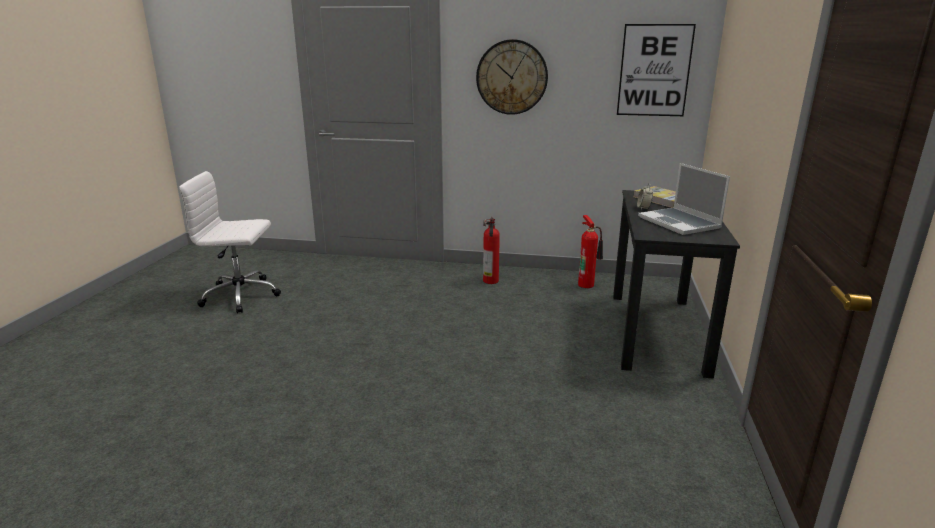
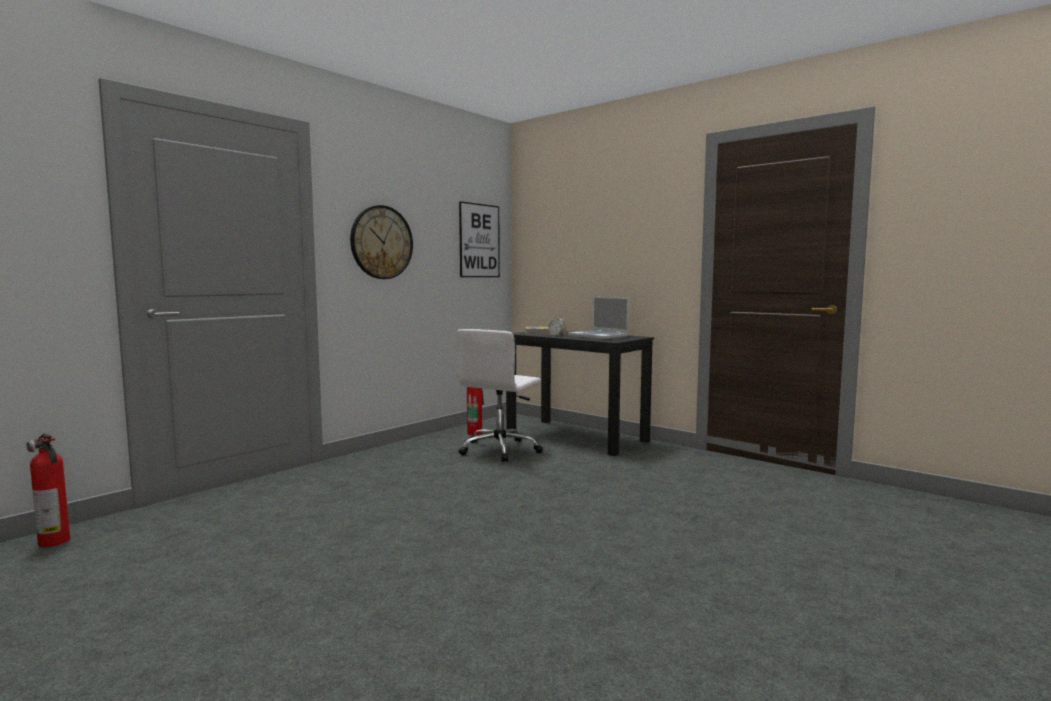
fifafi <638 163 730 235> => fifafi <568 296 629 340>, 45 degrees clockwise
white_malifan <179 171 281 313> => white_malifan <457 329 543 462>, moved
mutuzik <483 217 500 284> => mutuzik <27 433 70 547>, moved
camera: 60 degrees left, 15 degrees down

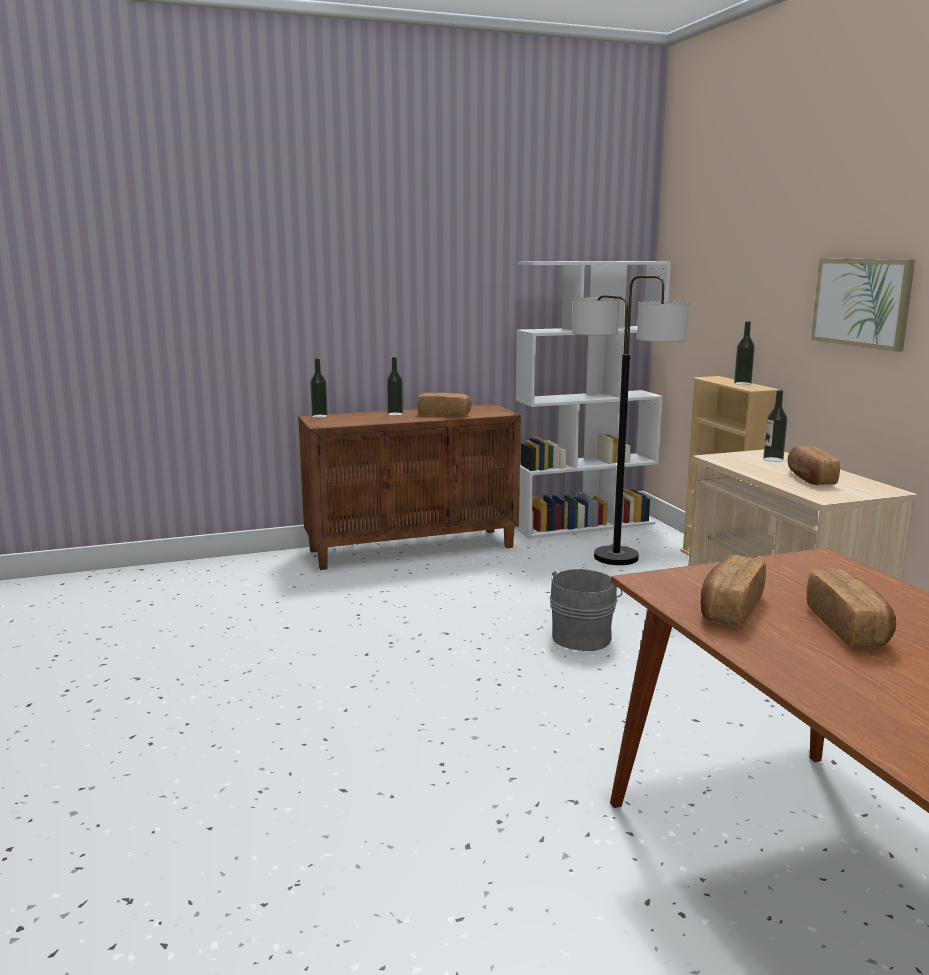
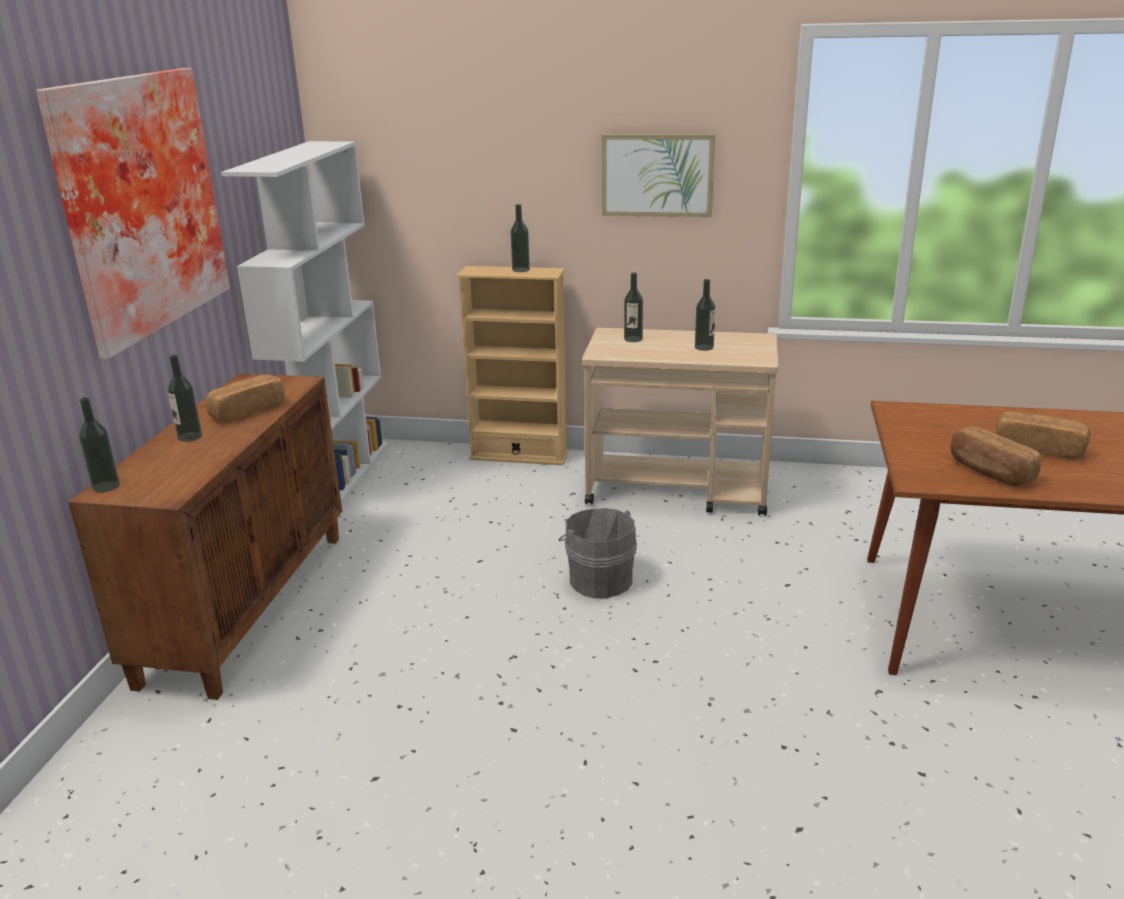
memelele <572 275 689 565> => nothing
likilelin <787 446 840 485> => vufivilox <695 279 716 351>
nothing => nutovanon <36 68 230 359>
camera: 60 degrees left, 10 degrees up

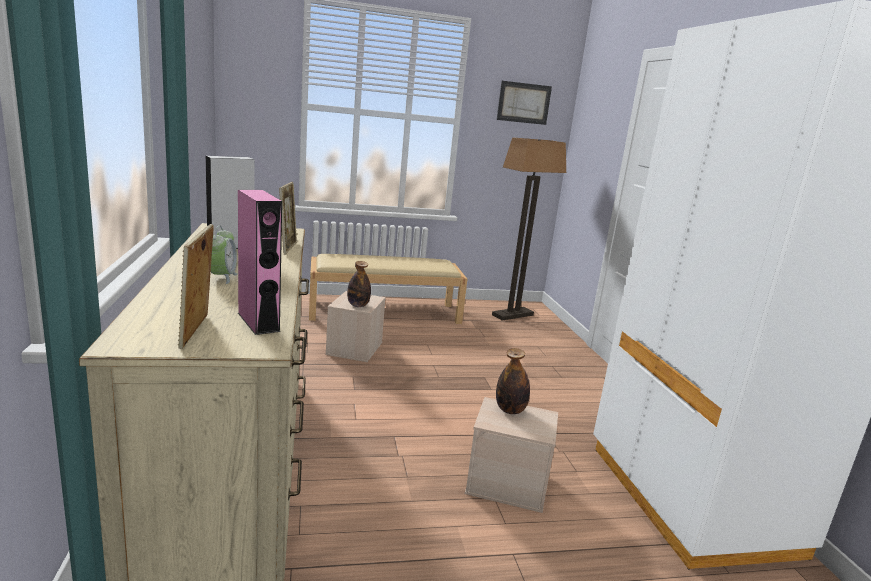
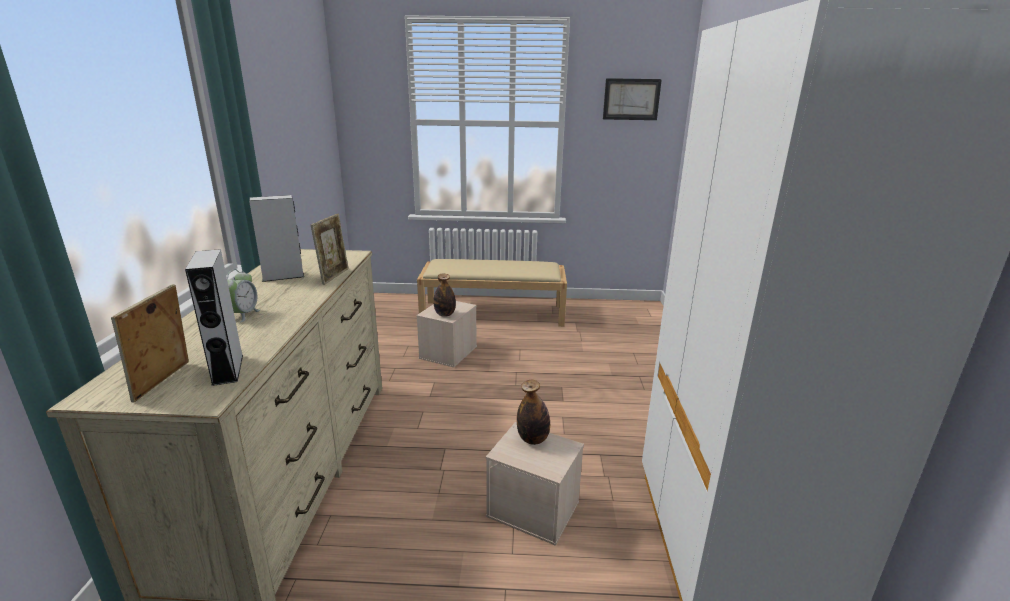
memelele <492 138 566 321> => nothing
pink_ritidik <238 190 282 335> => grey_ritidik <185 249 243 386>
camera: 15 degrees right, 5 degrees up

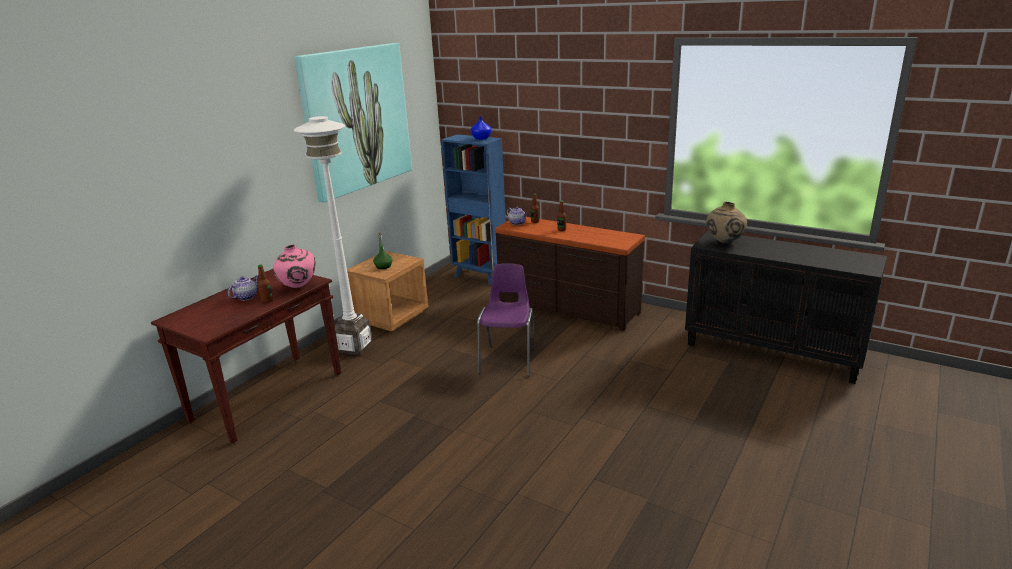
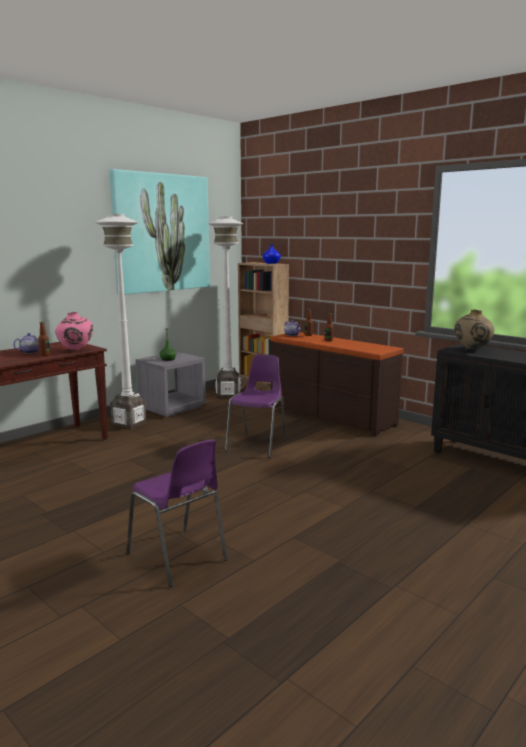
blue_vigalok <441 134 506 286> => brown_vigalok <238 262 289 391>
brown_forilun <347 251 429 332> => grey_forilun <136 352 206 417>
nothing => white_memelele <208 216 244 398>
nothing => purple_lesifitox <126 439 228 587>
camera: 10 degrees right, 10 degrees down

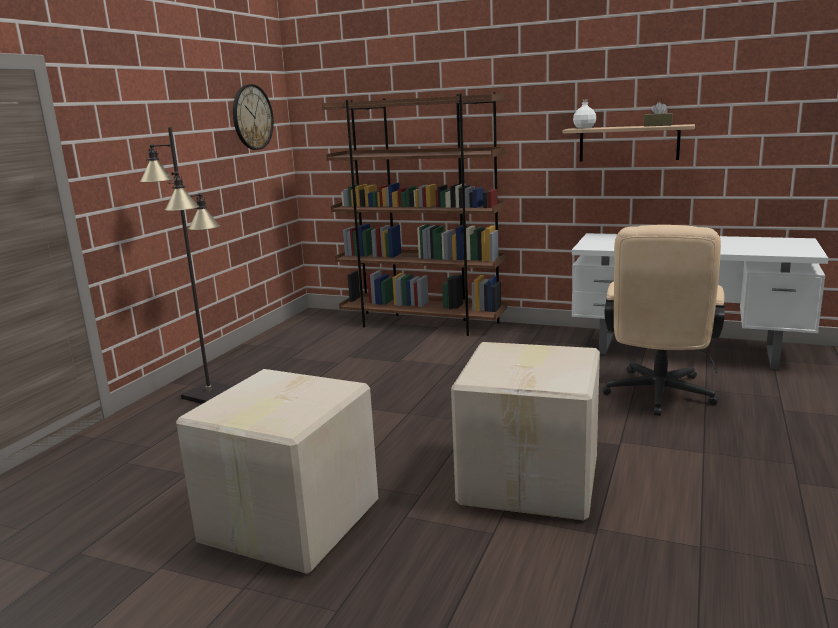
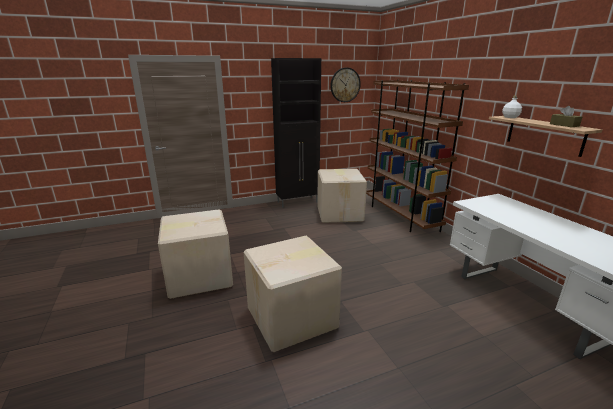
black_memelele <140 127 233 404> => nothing
beige_malifan <602 225 725 416> => nothing
nothing => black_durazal <271 58 321 208>
nothing => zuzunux <317 169 367 223>
camera: 45 degrees right, 5 degrees up

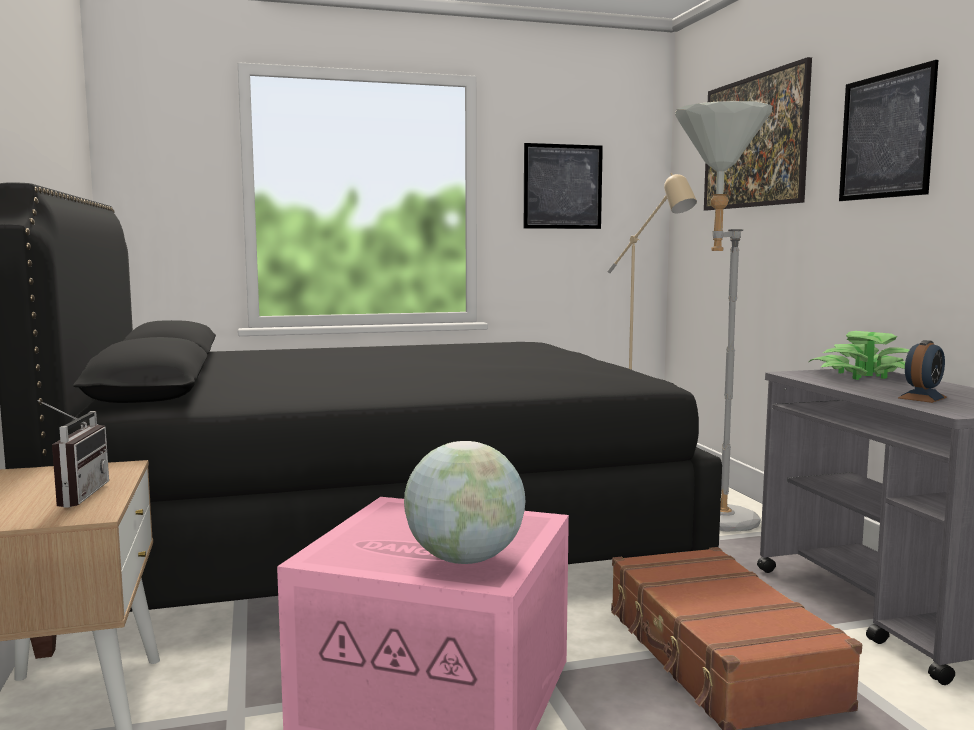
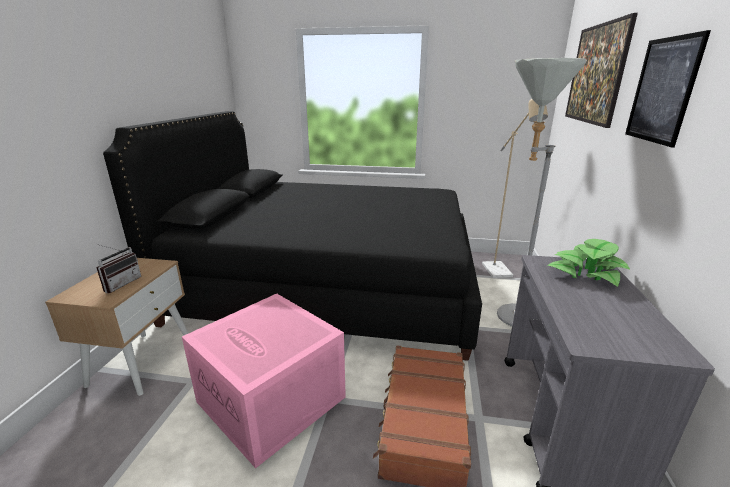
nutovanon <524 143 603 229> => nothing
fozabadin <898 340 947 403> => nothing
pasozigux <404 441 525 564> => nothing
camera: 25 degrees right, 15 degrees up

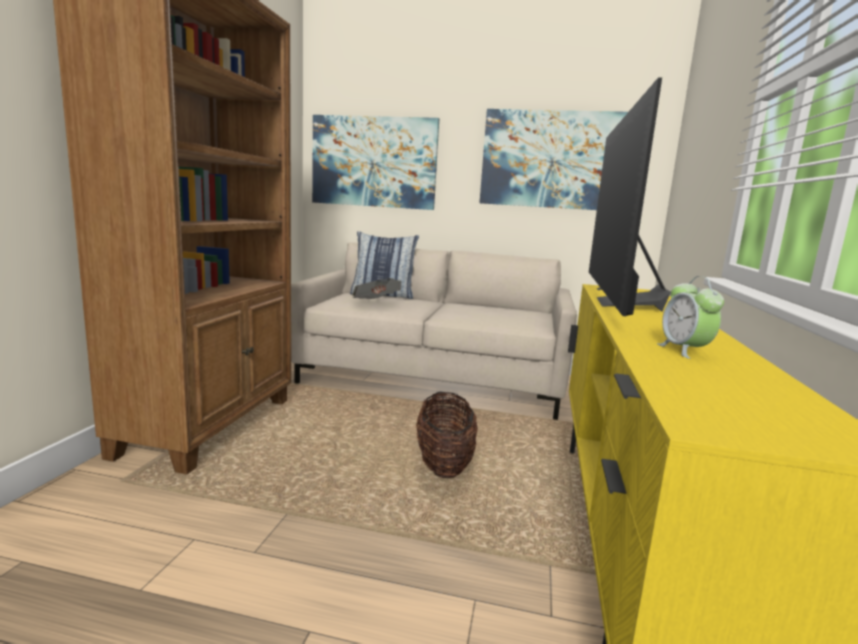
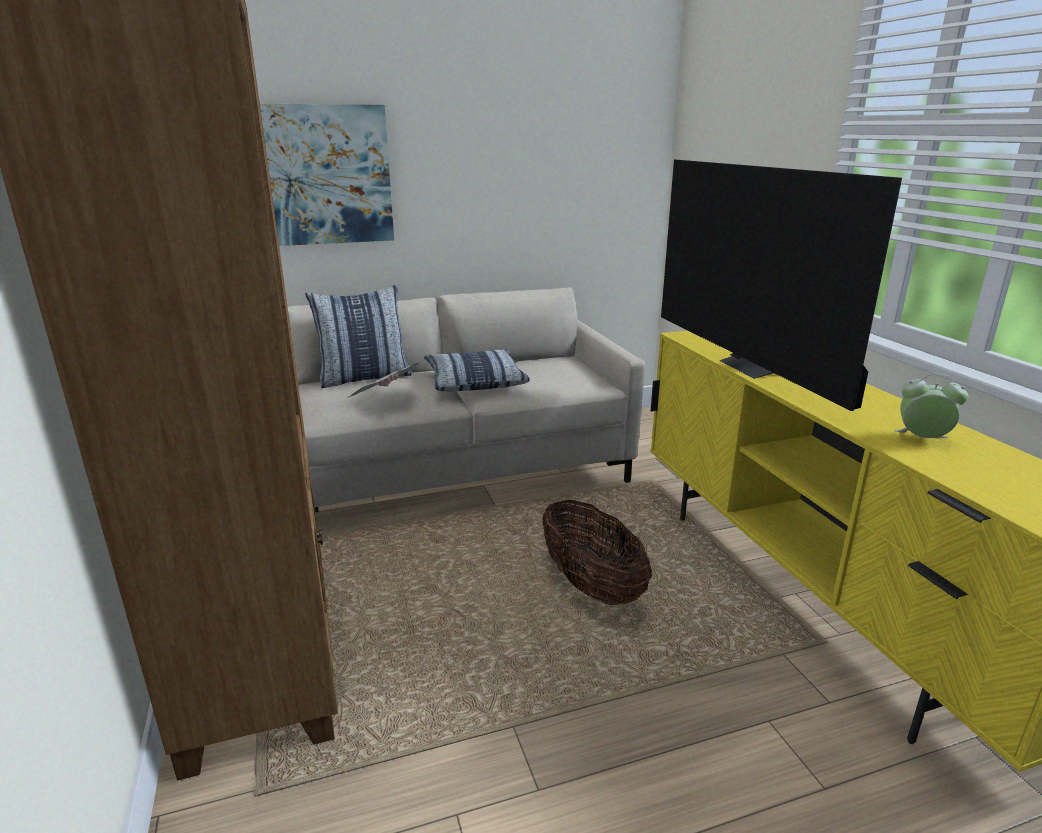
nutovanon <479 109 628 210> => nothing
fozabadin <657 276 724 359> => fozabadin <894 374 968 438>, 150 degrees clockwise
nothing => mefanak <424 349 530 391>
camera: 30 degrees left, 10 degrees up

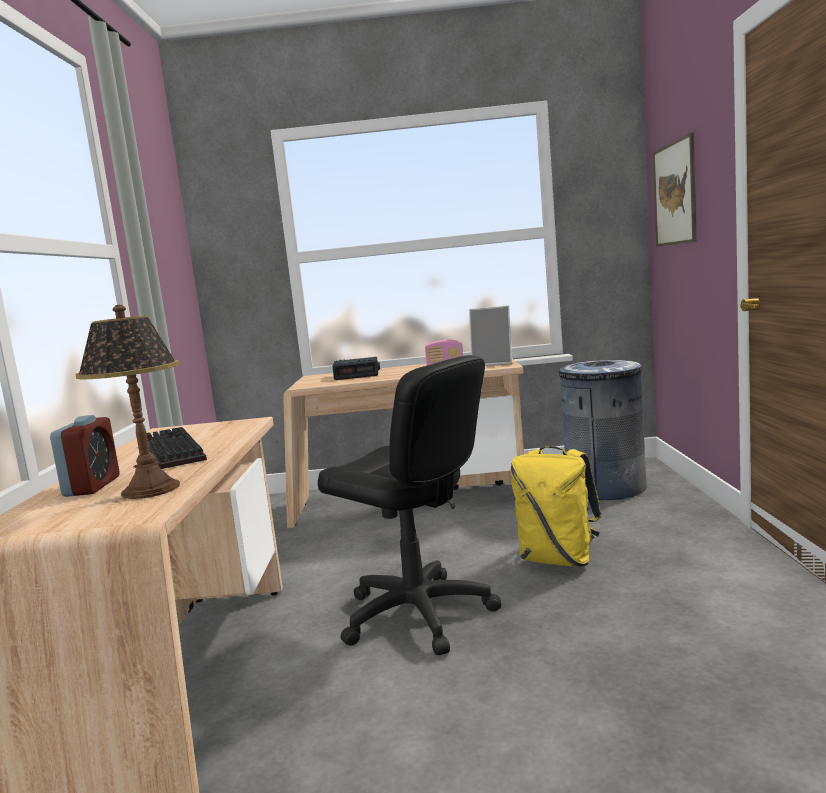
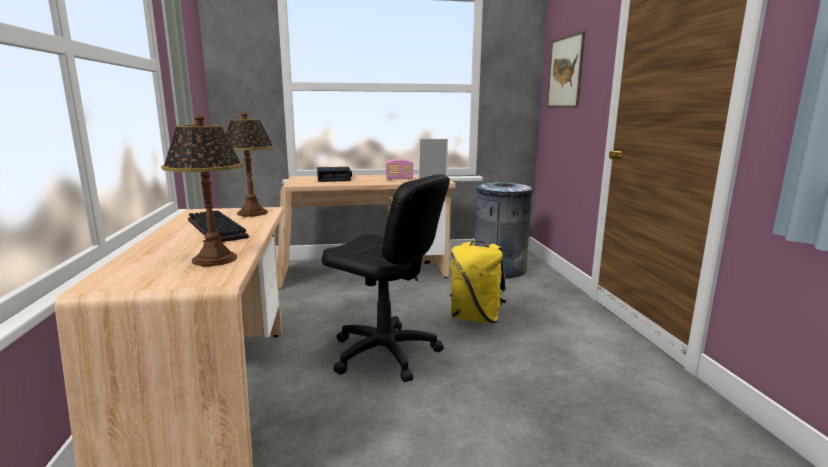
fozabadin <50 415 119 497> => nothing
nothing => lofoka <226 112 274 217>
camera: 10 degrees left, 5 degrees up

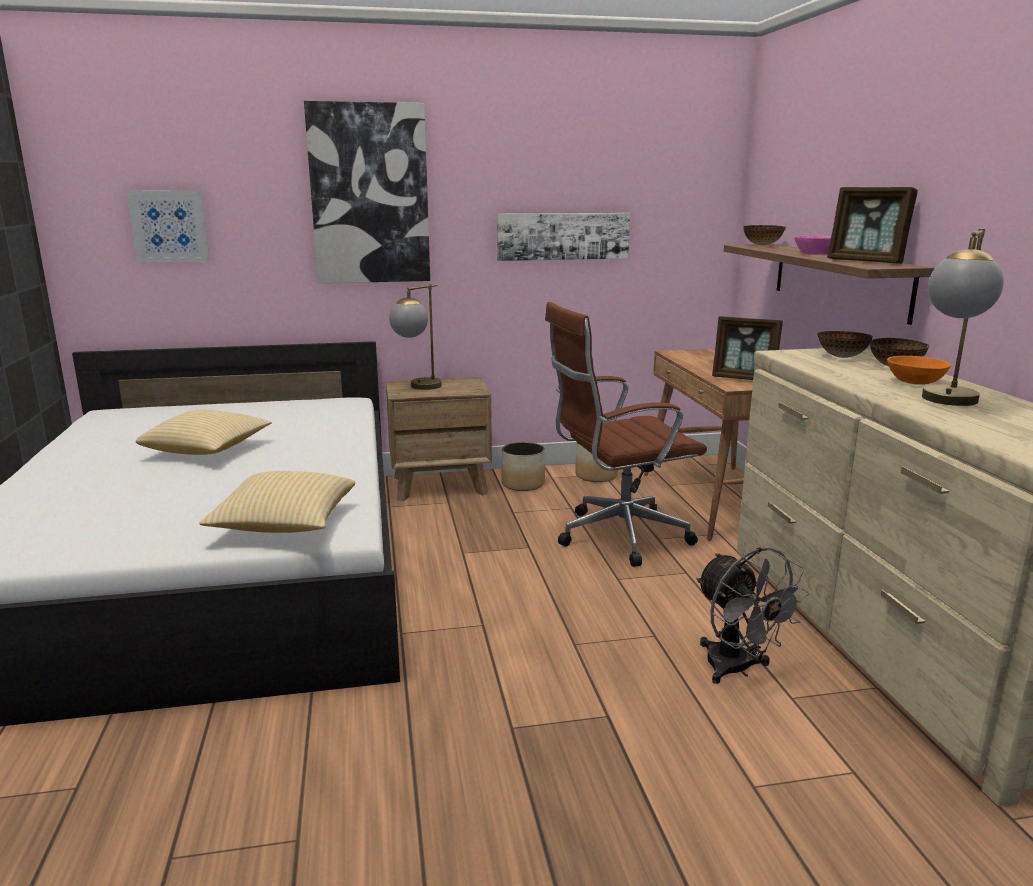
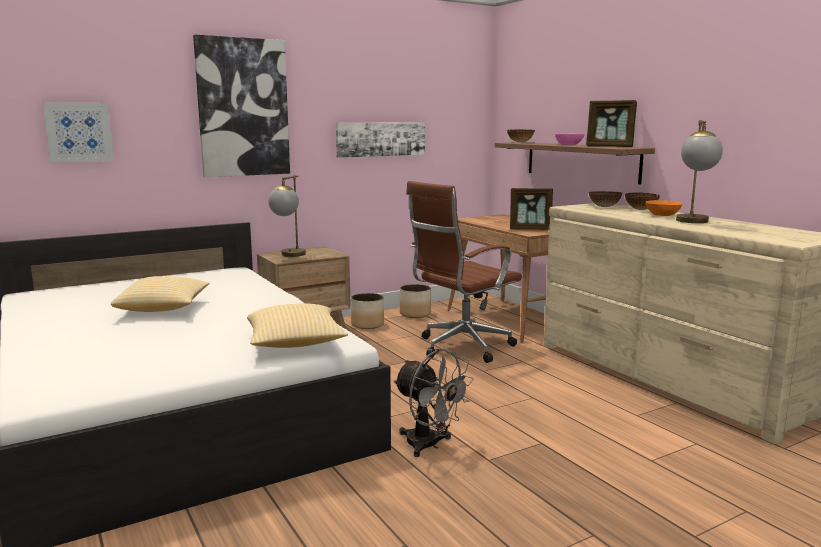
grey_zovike <696 547 810 684> => grey_zovike <394 349 474 457>, moved
camera: 20 degrees left, 5 degrees down

